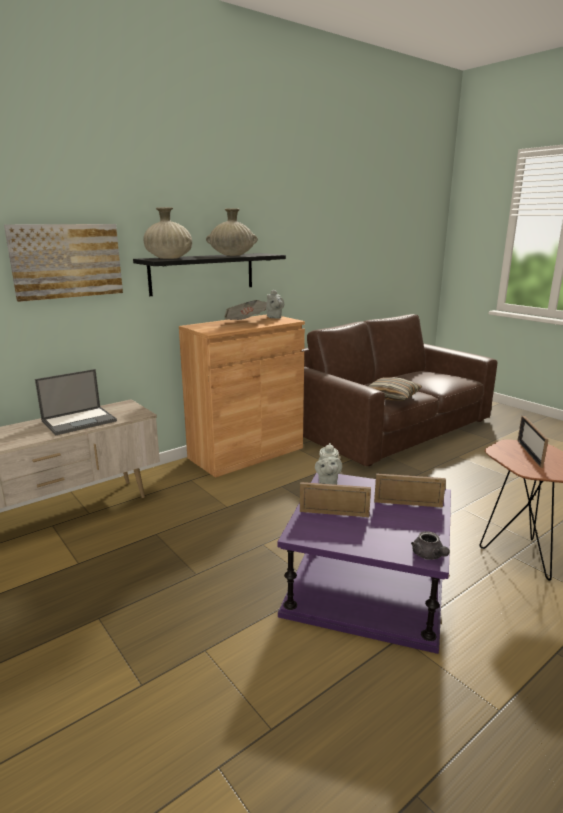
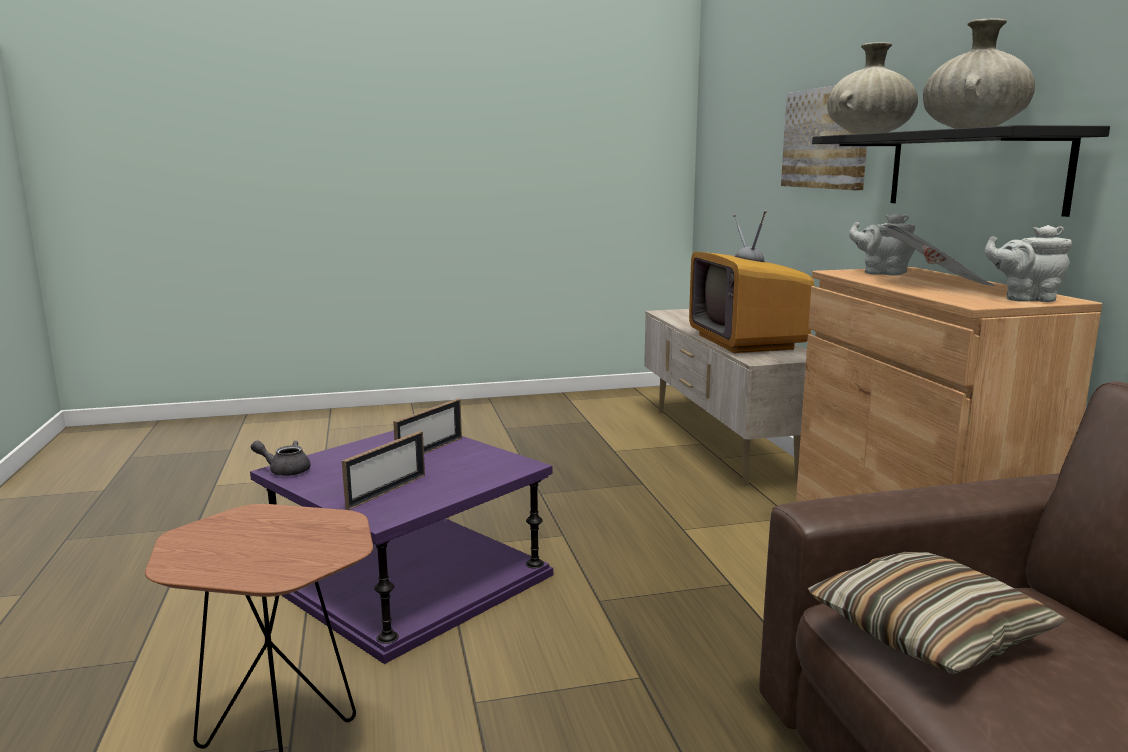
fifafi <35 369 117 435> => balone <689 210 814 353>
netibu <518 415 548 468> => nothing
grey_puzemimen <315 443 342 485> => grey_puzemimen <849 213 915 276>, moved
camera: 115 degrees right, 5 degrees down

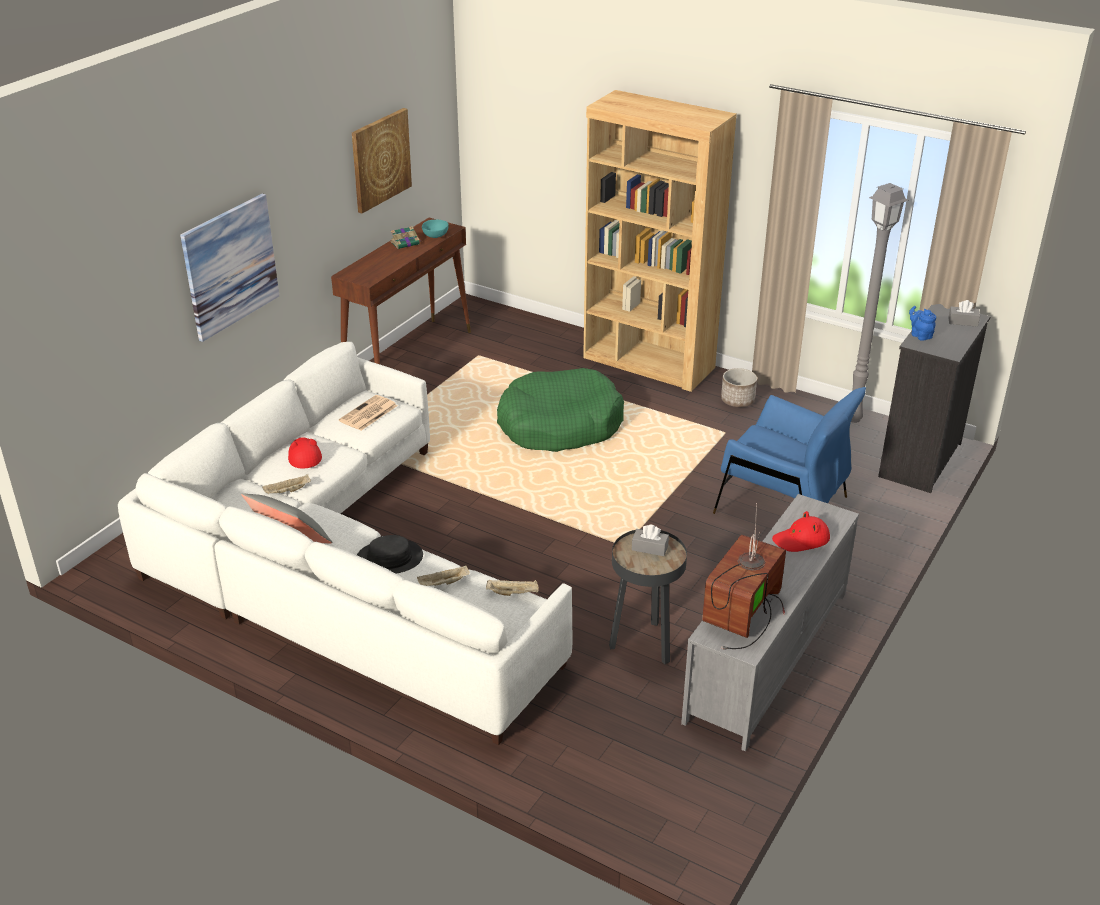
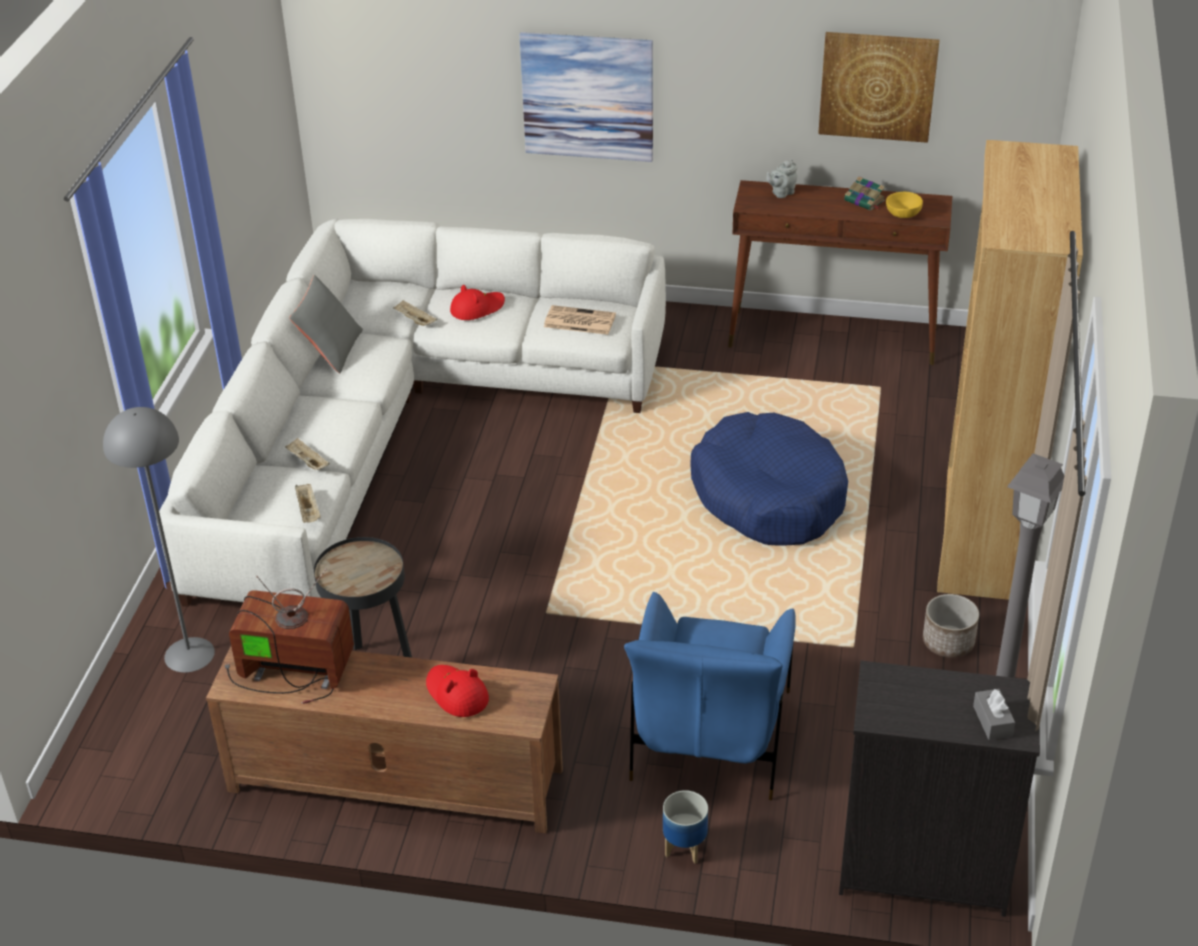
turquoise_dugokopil <422 220 449 238> => yellow_dugokopil <886 192 923 218>
blue_puzemimen <909 306 936 341> => nothing
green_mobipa <497 368 624 452> => blue_mobipa <691 412 848 546>
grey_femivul <681 494 859 752> => brown_femivul <206 646 563 833>
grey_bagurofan <632 525 669 556> => nothing
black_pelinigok <357 535 423 574> => nothing
nothing => grey_puzemimen <766 160 797 198>
nothing => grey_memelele <103 407 215 673>
nothing => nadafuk <663 790 708 863>
camera: 70 degrees right, 5 degrees up

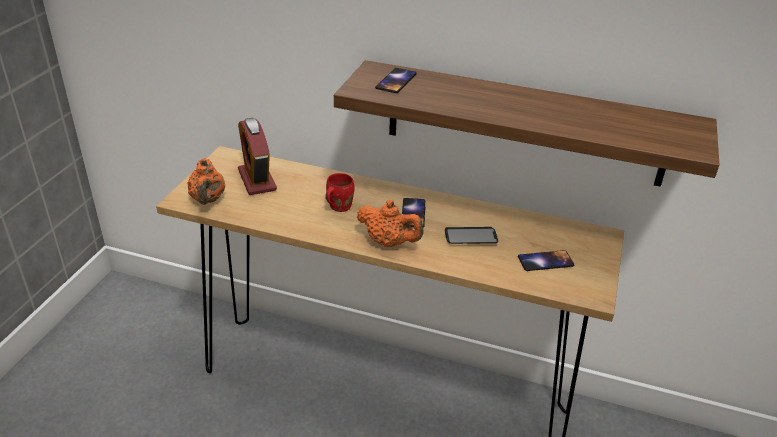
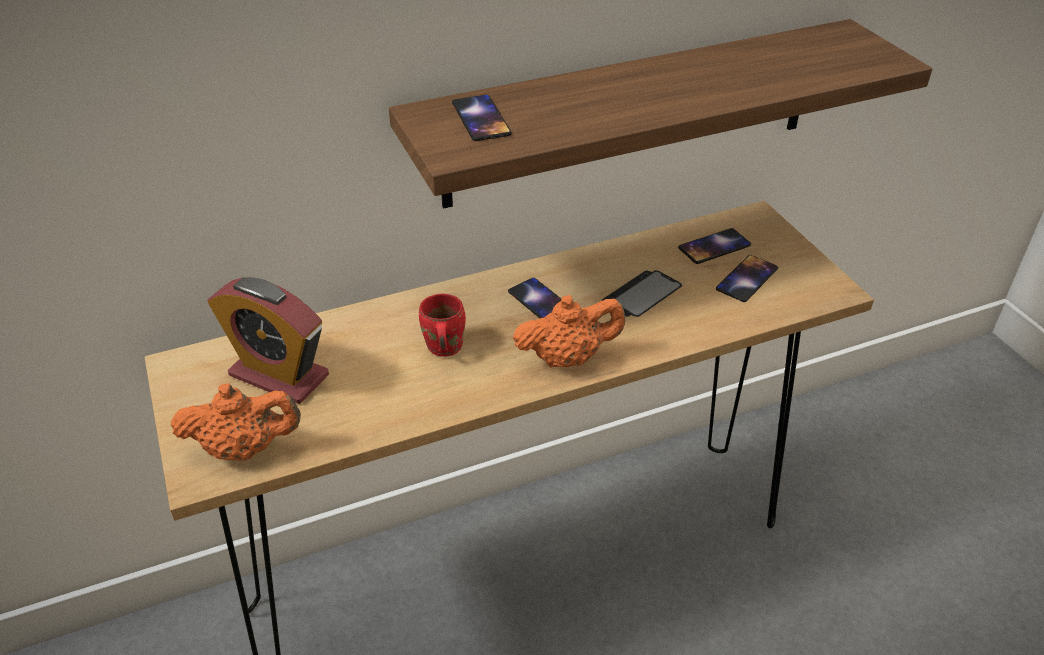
orange_puzemimen <187 158 225 205> => orange_puzemimen <171 383 301 461>, 45 degrees counterclockwise
nothing => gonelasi <678 228 751 264>
camera: 40 degrees left, 5 degrees up

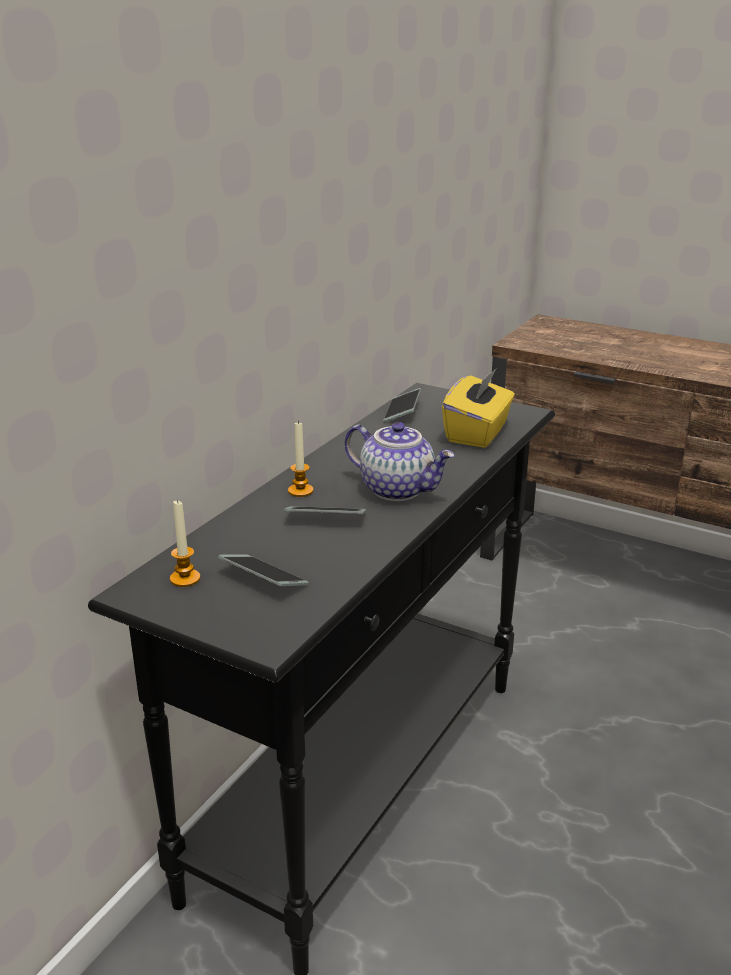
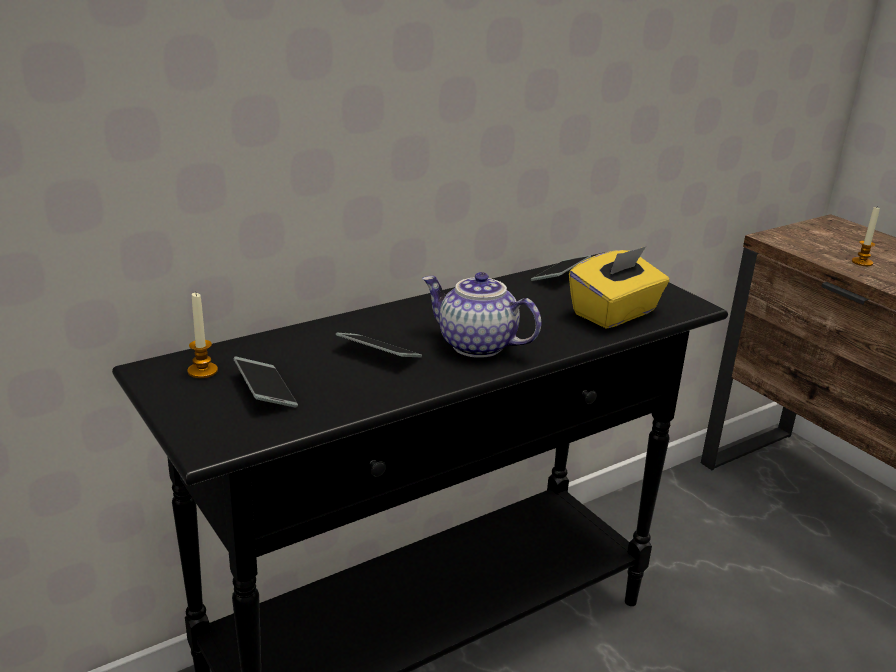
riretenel <288 421 314 497> => riretenel <852 207 880 266>, moved
puzemimen <344 422 454 501> => puzemimen <422 272 542 358>, 150 degrees clockwise
camera: 25 degrees right, 0 degrees up

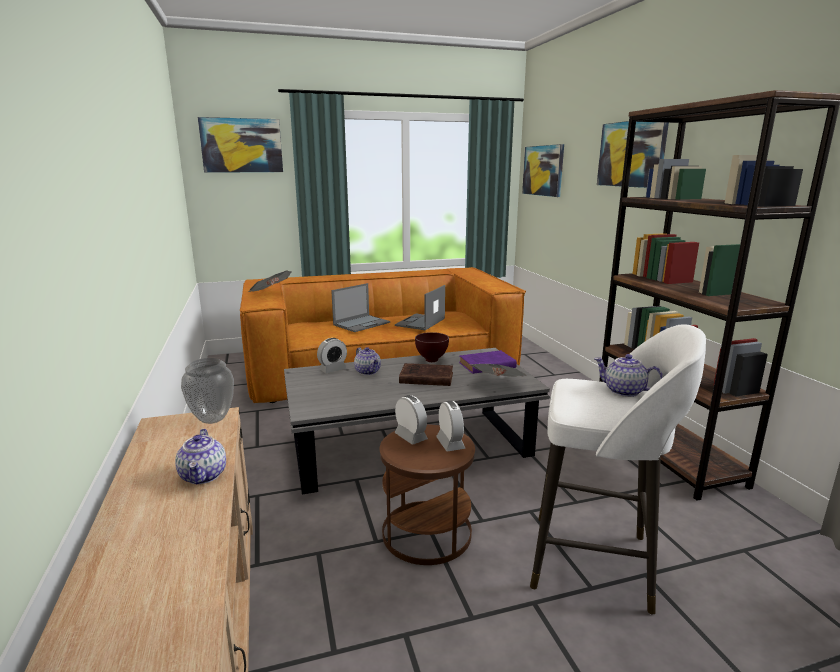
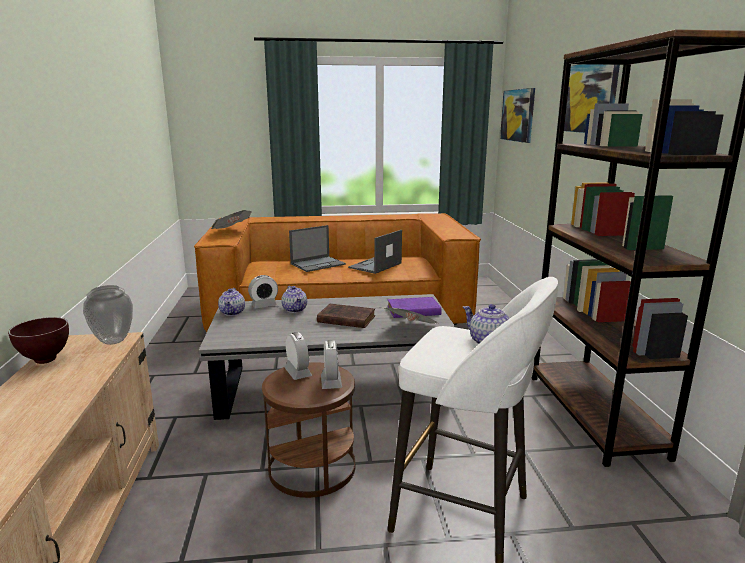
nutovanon <198 117 283 172> => nothing
brown_dugokopil <415 332 449 362> => brown_dugokopil <8 317 69 364>, moved
puzemimen <175 429 226 485> => puzemimen <218 288 245 316>, moved
camera: 10 degrees right, 0 degrees up

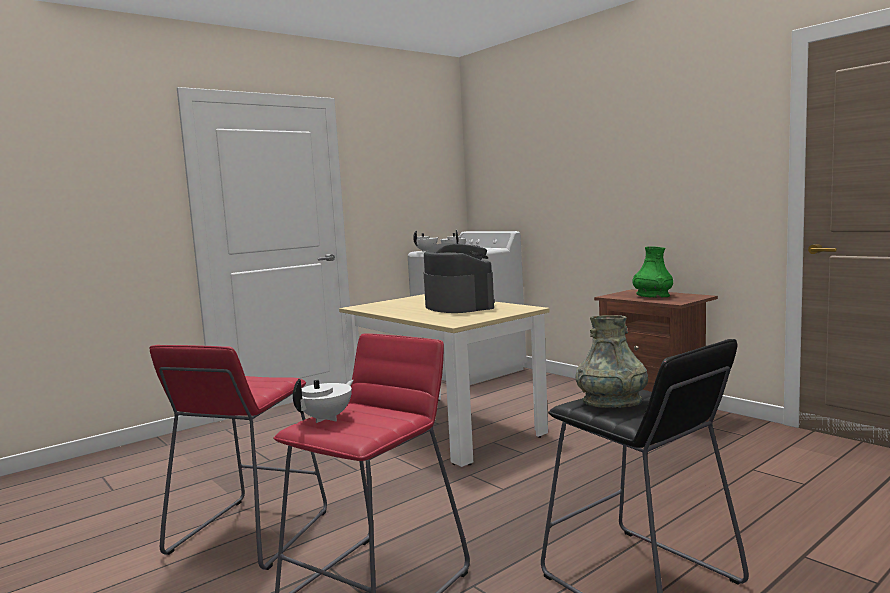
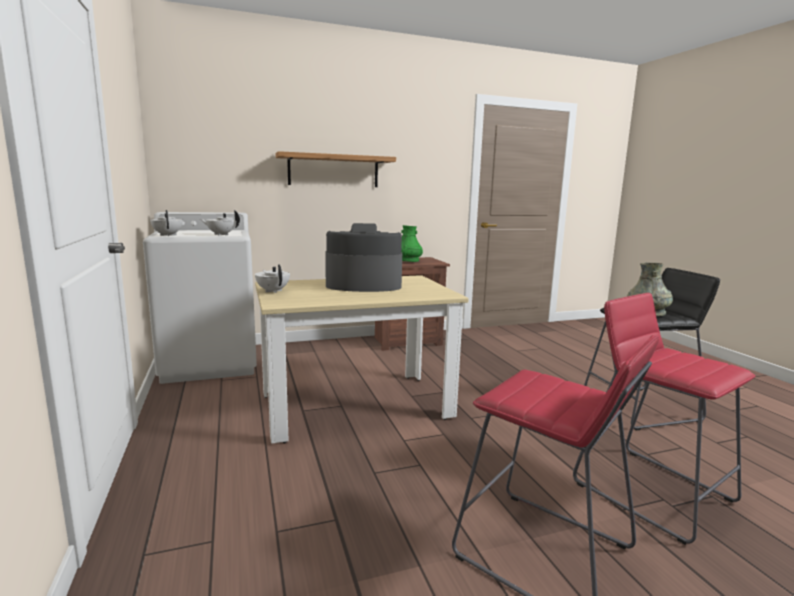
white_puzemimen <293 379 354 423> => white_puzemimen <255 264 290 293>, moved
nothing => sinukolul <276 151 396 187>
camera: 70 degrees left, 5 degrees up

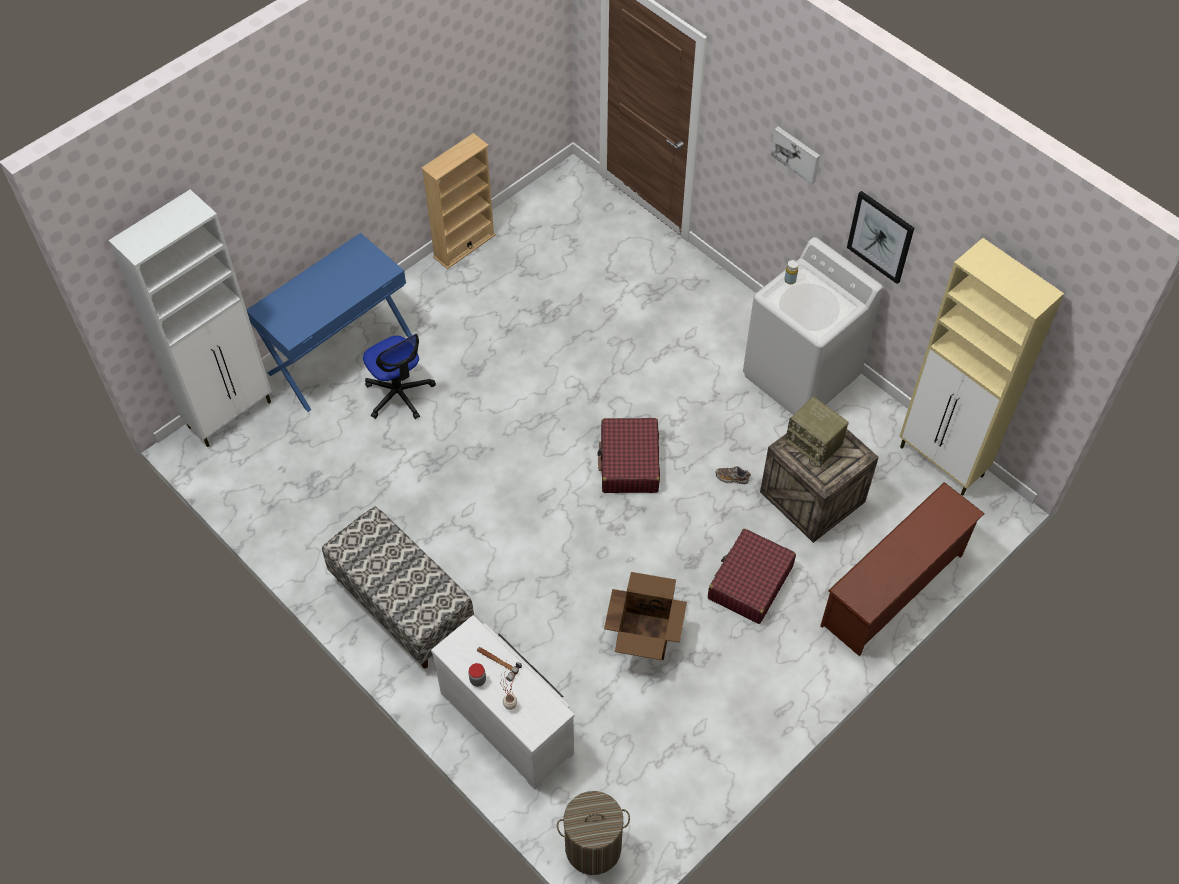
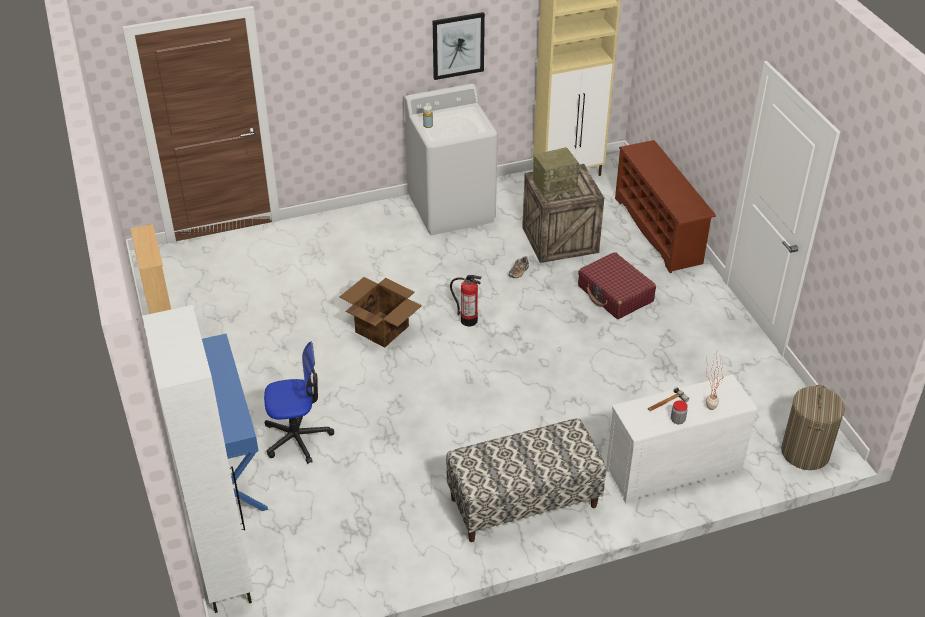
nutovanon <771 126 820 184> => nothing
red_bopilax <597 418 660 493> => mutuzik <450 275 482 326>
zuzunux <604 572 687 660> => zuzunux <339 277 422 348>, moved
camera: 65 degrees left, 15 degrees down

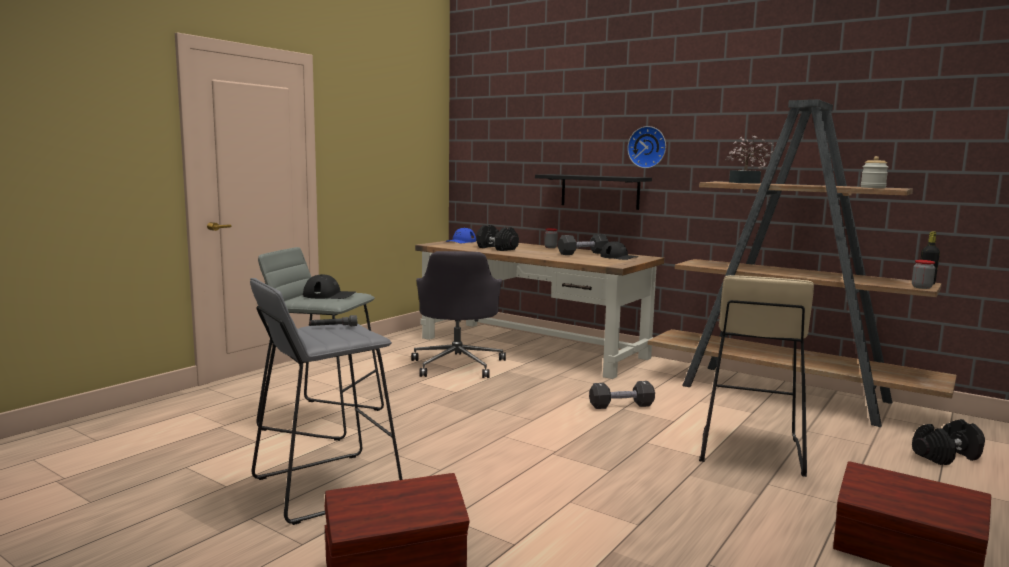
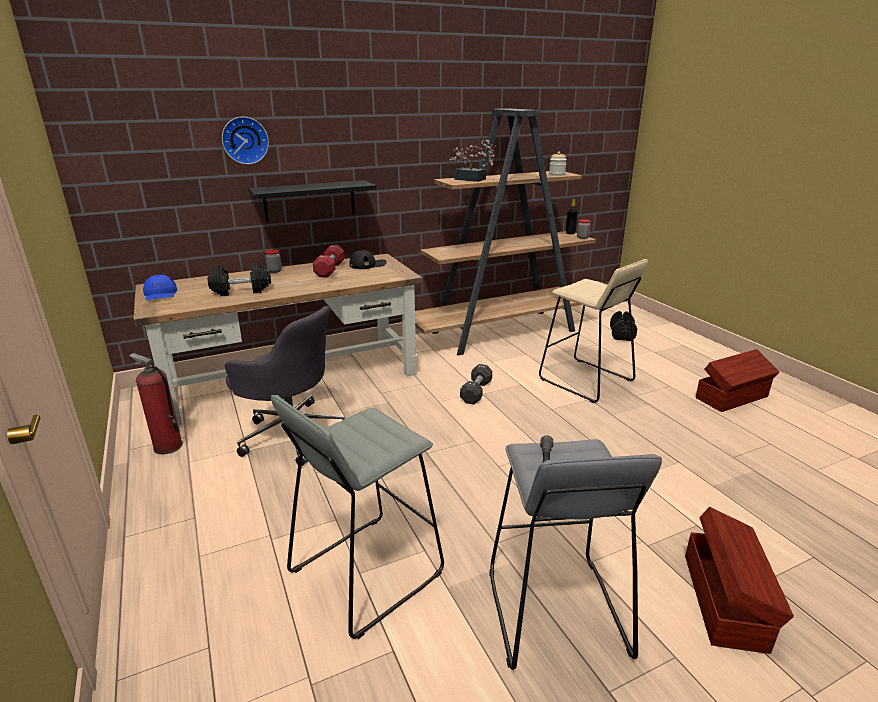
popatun <627 126 666 168> => popatun <222 117 269 164>, moved
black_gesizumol <558 234 609 255> => red_gesizumol <313 245 345 277>
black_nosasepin <303 274 356 299> => nothing
nothing => mutuzik <129 353 183 454>
camera: 60 degrees left, 15 degrees up

